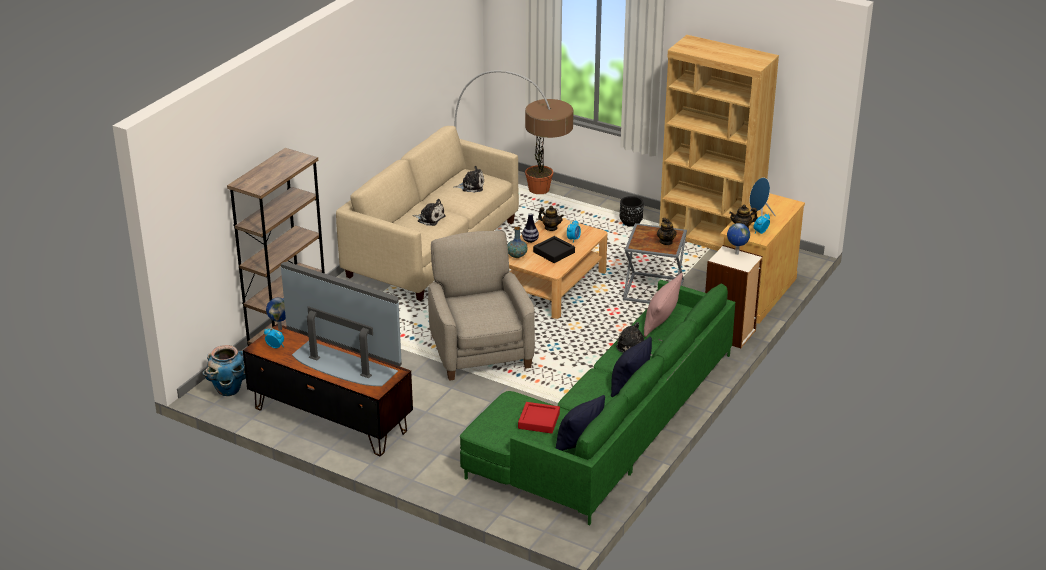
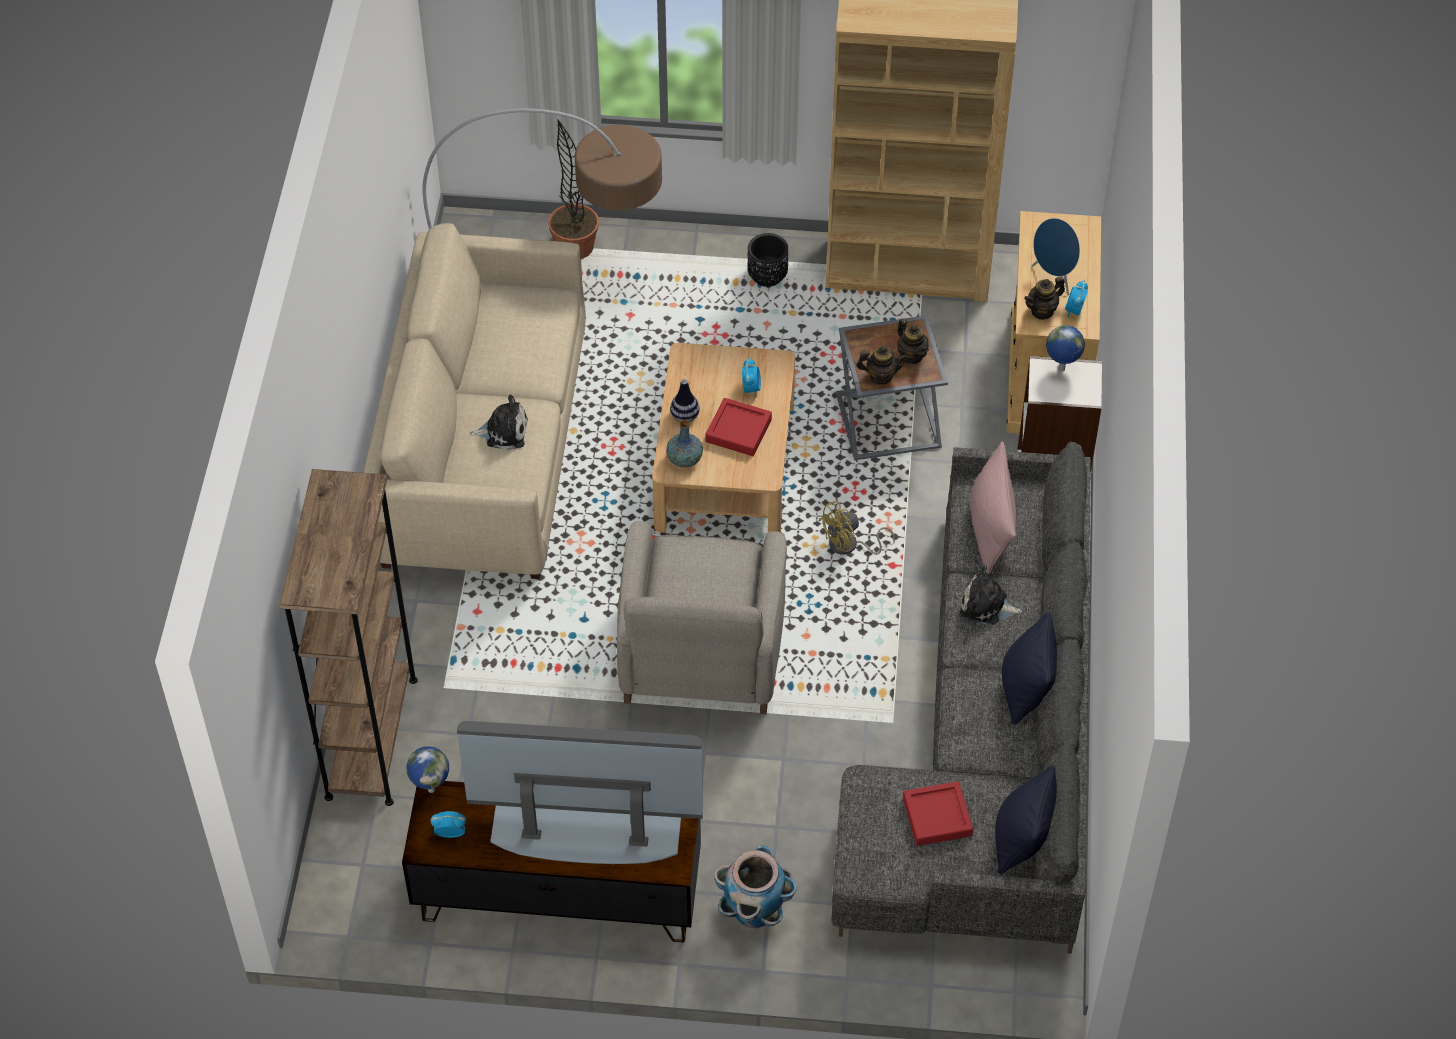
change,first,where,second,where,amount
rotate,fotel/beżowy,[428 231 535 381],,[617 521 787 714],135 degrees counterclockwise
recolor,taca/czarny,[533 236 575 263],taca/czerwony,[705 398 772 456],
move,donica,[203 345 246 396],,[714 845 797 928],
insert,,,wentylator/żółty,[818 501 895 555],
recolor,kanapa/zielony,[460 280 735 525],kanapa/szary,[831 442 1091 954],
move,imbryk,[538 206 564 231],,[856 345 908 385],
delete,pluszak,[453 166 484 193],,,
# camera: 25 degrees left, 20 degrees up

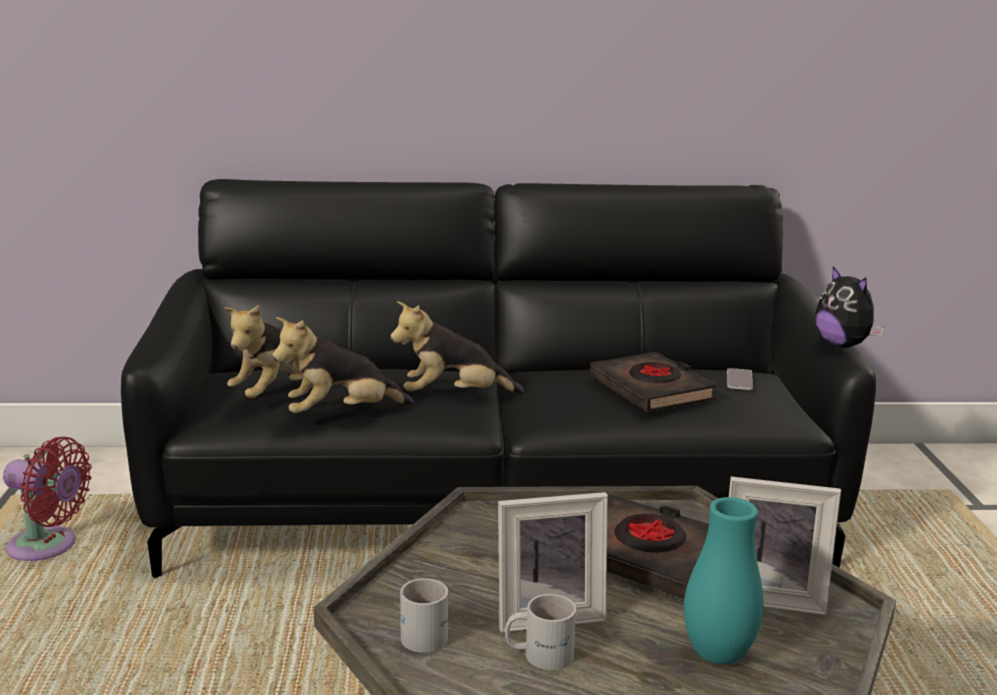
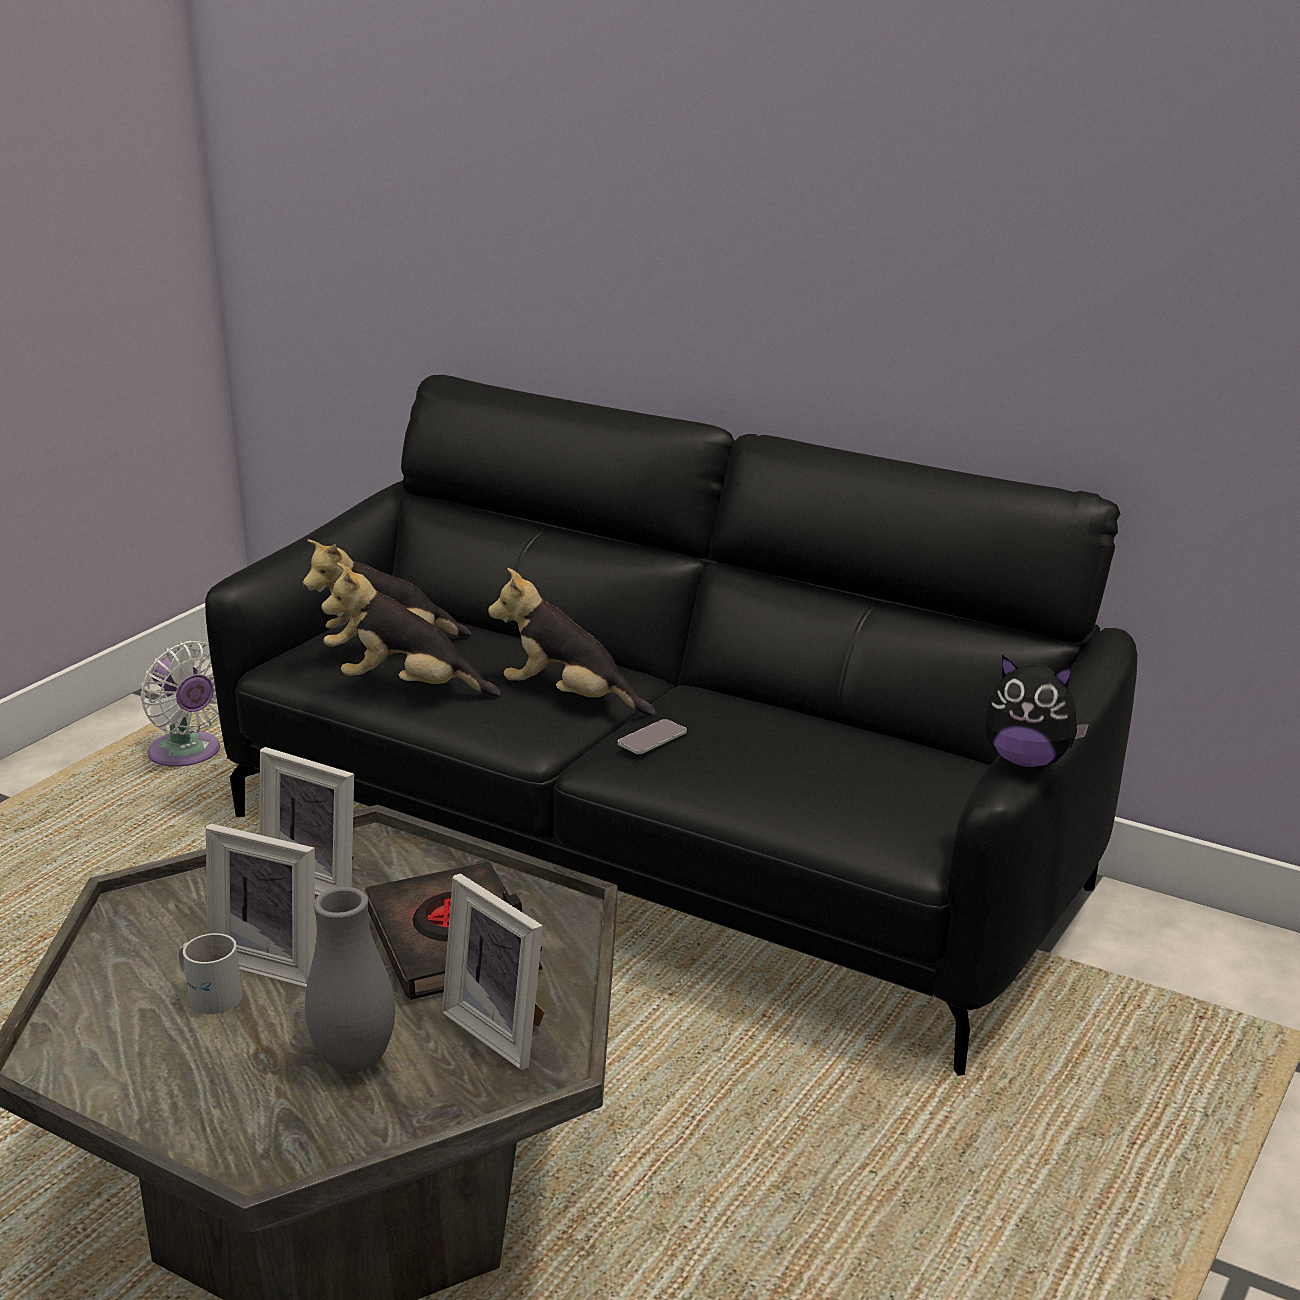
change,first,where,second,where,amount
recolor,wentylator/czerwony,[3 437 91 561],wentylator/biały,[141 641 220 767],
insert,,,ramka na zdjęcie,[259 747 354 895],
recolor,wazon/turkusowy,[684 497 764 665],wazon/szary,[305 887 395 1073],
move,telefon,[727 368 753 390],,[618 719 687 754],
rotate,pluszak,[815 266 884 348],,[985 655 1089 768],75 degrees counterclockwise
delete,kubek/biały,[400 578 448 653],,,
delete,książka/czarny,[590 352 717 412],,,
# camera: 35 degrees right, 5 degrees up

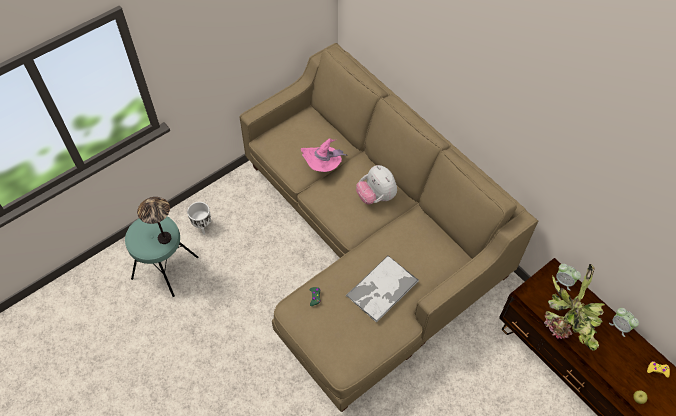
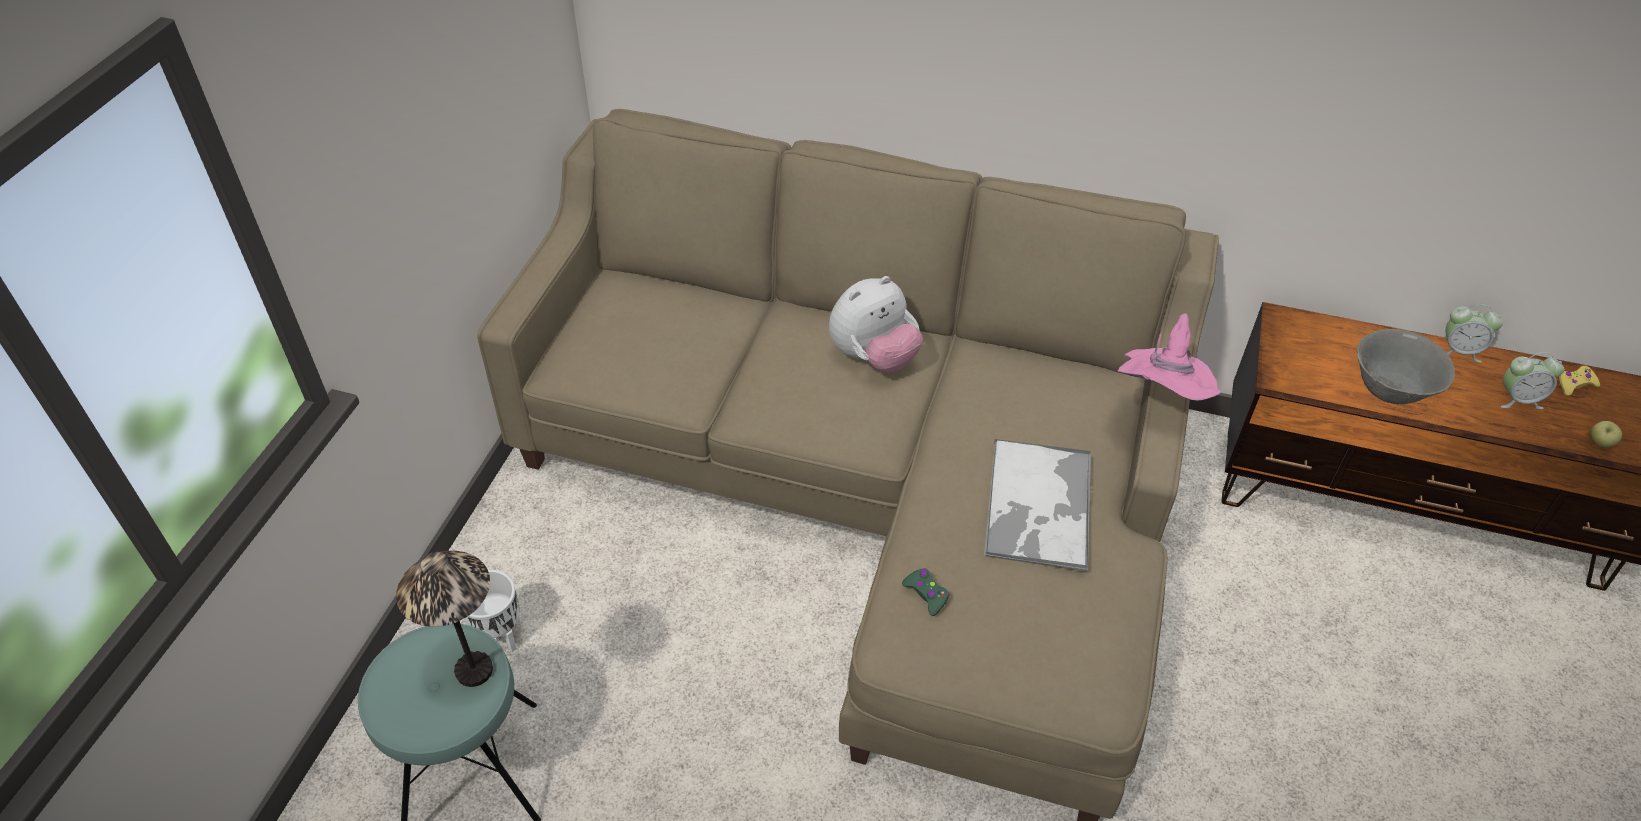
change,first,where,second,where,amount
rotate,pluszak,[356 165 397 204],,[829 276 923 373],60 degrees counterclockwise
move,kapelusz/różowy,[301 138 348 172],,[1117 313 1221 400],
replace,roślina doniczkowa,[544 264 605 351],miska/szary,[1357 329 1455 404],
move,budzik,[556 264 581 291],,[1501 352 1564 409],
# camera: 35 degrees left, 10 degrees down

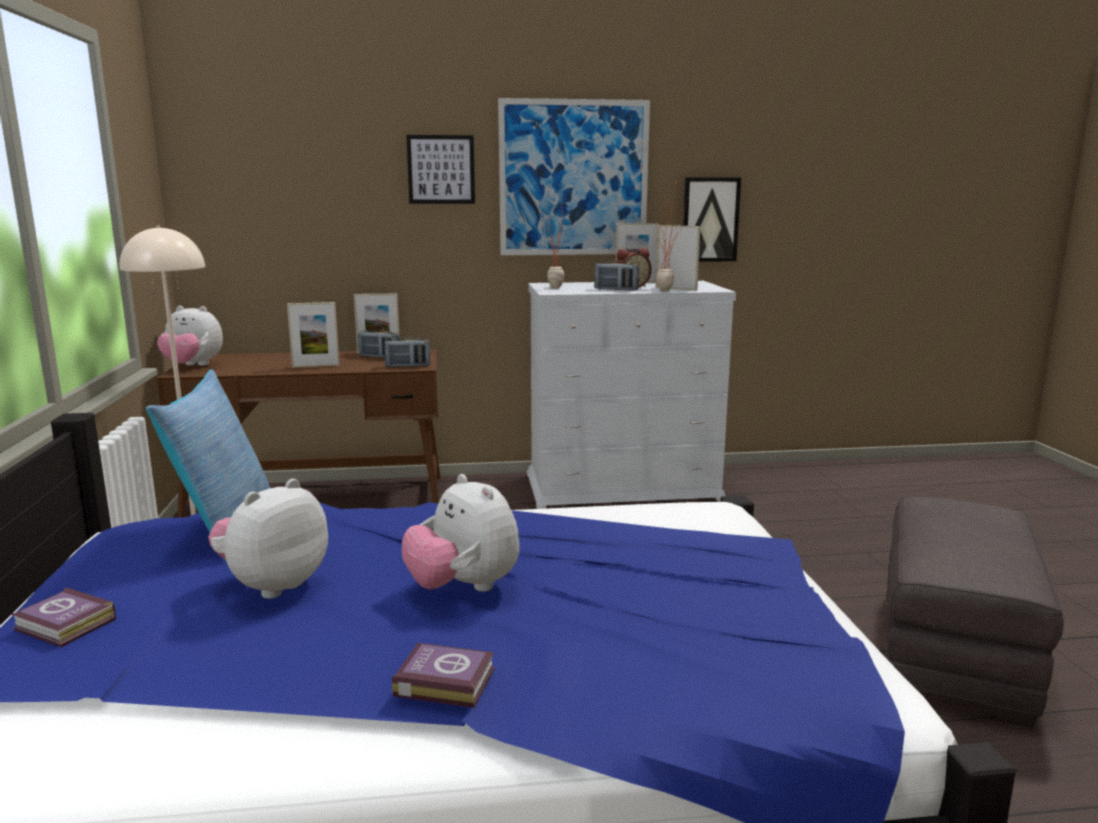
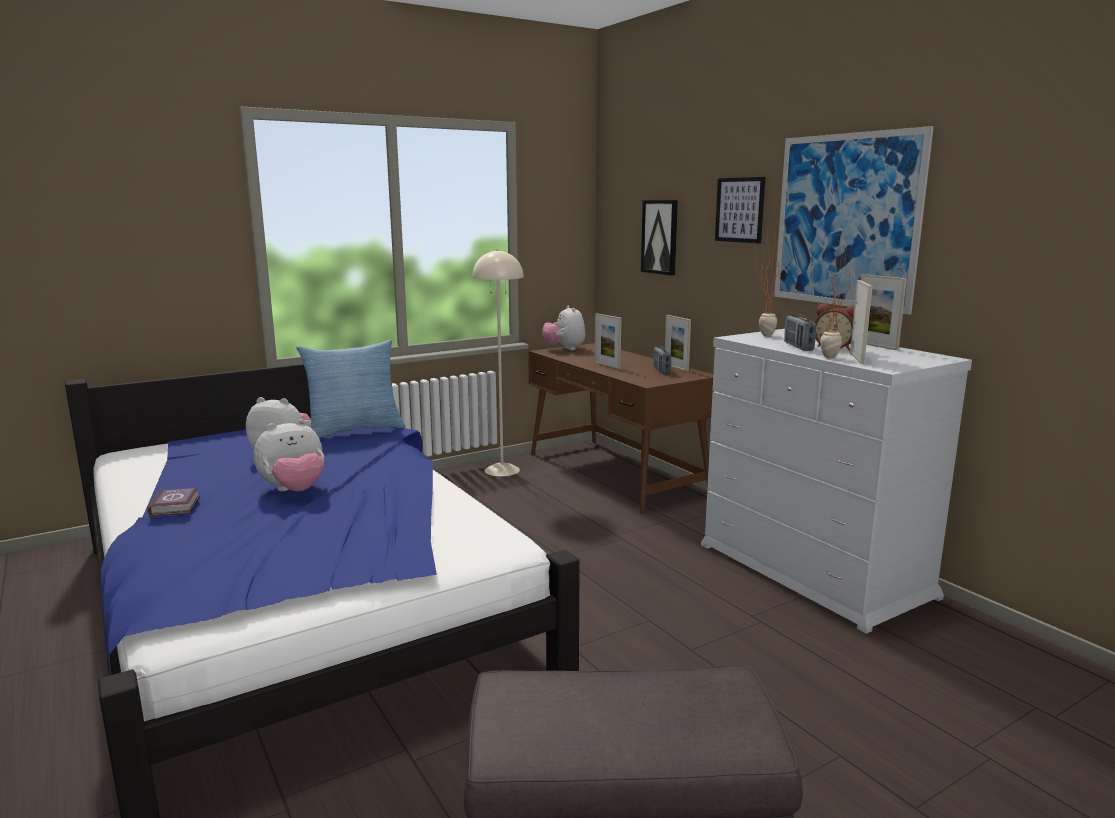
change,first,where,second,where,amount
rotate,pluszak,[402 474 519 592],,[254 419 324 491],150 degrees counterclockwise
move,obraz,[683 178 741 262],,[641 200 678 275],
delete,książka,[11 587 116 647],,,
delete,radio,[384 337 430 367],,,
# camera: 65 degrees right, 0 degrees up

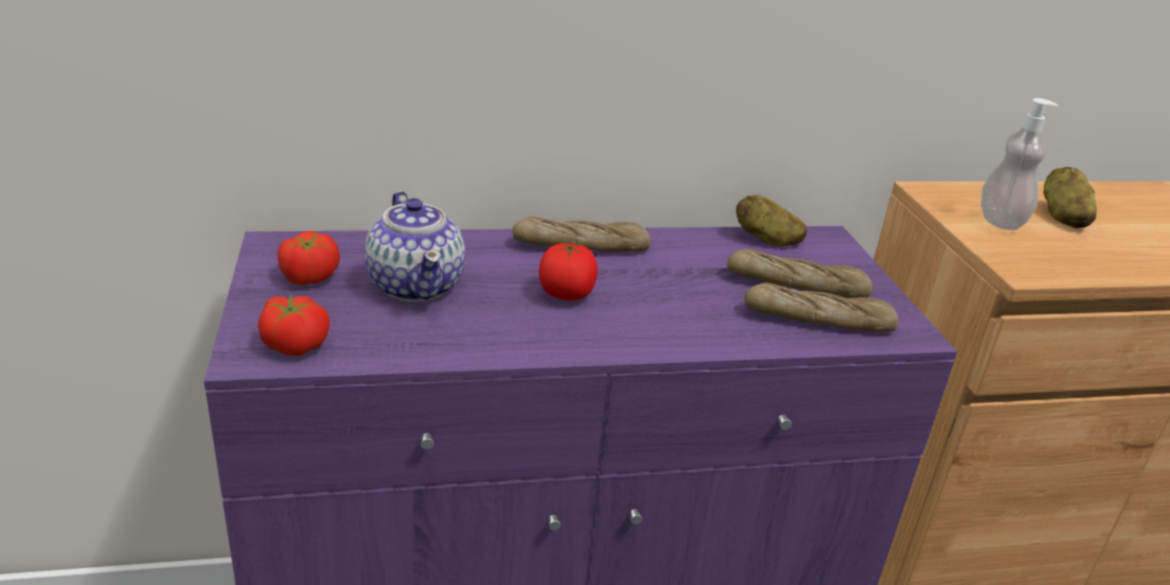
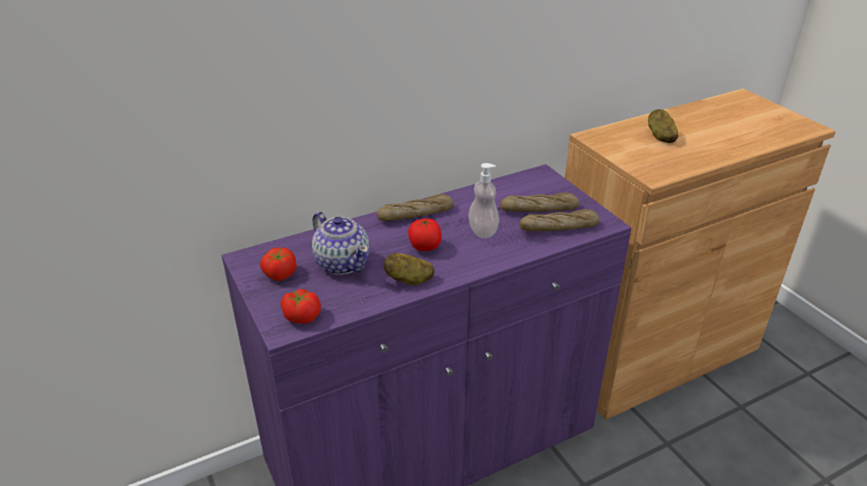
change,first,where,second,where,amount
move,ziemniak,[736 195 807 246],,[383 253 434 285],
move,dozownik mydła,[981 98 1058 230],,[468 163 499 238],
# camera: 15 degrees left, 5 degrees up

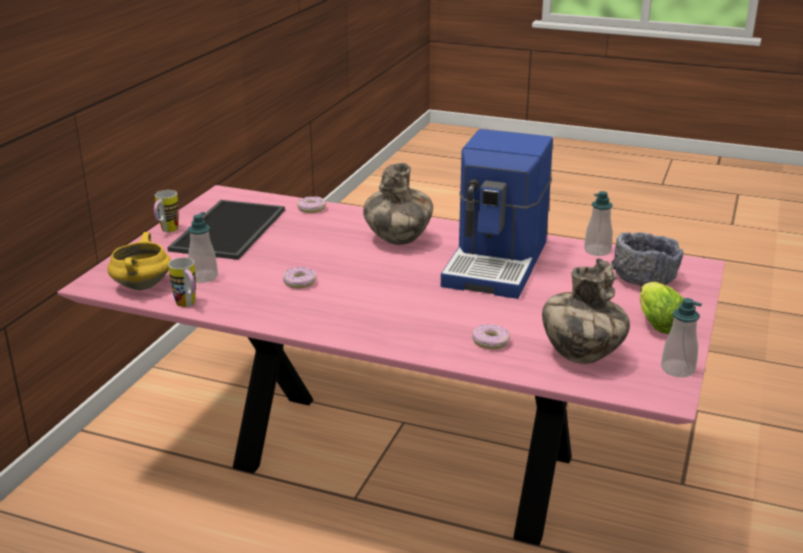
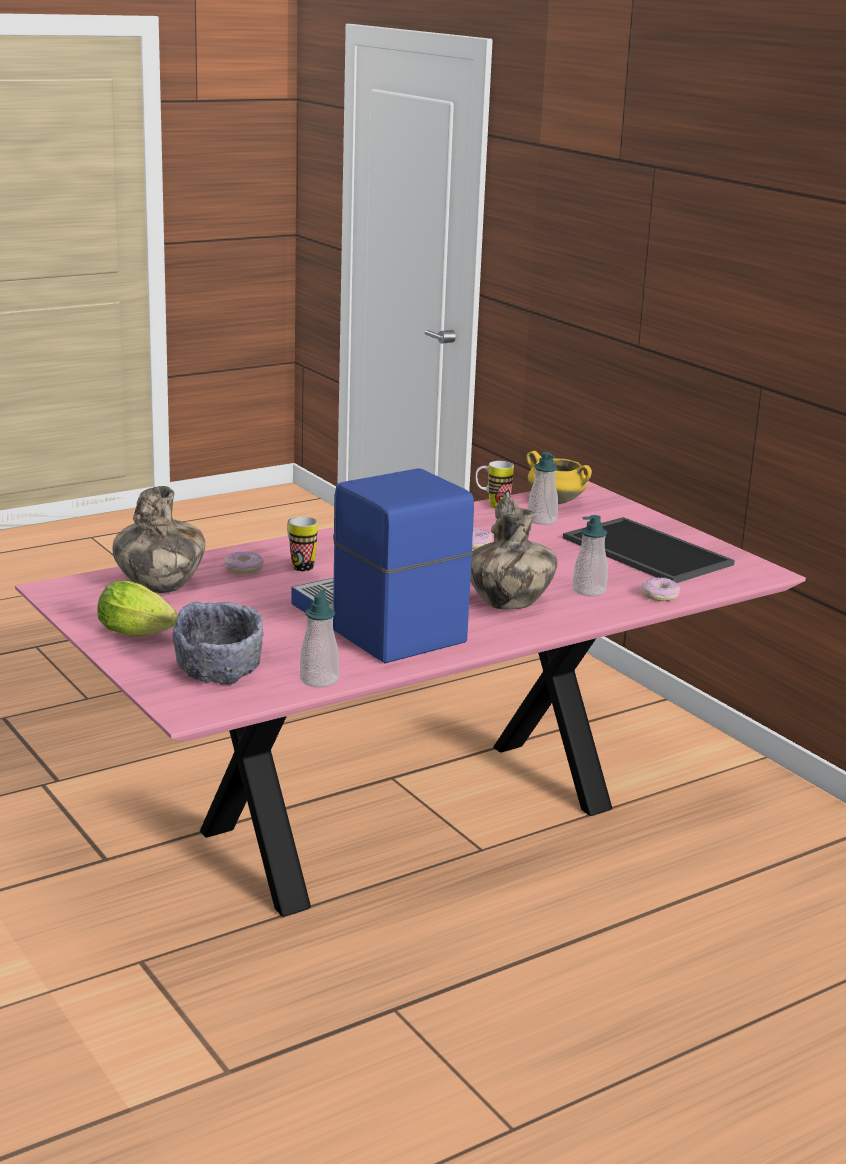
change,first,where,second,where,amount
move,kubek,[154 190 179 232],,[287 517 318 571],
move,dozownik mydła,[661 298 702 377],,[573 515 608 596],
# camera: 125 degrees right, 5 degrees down

